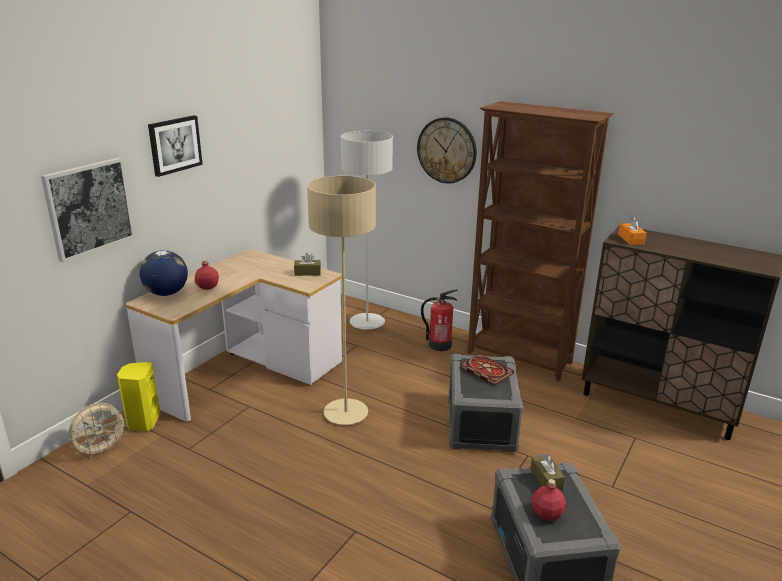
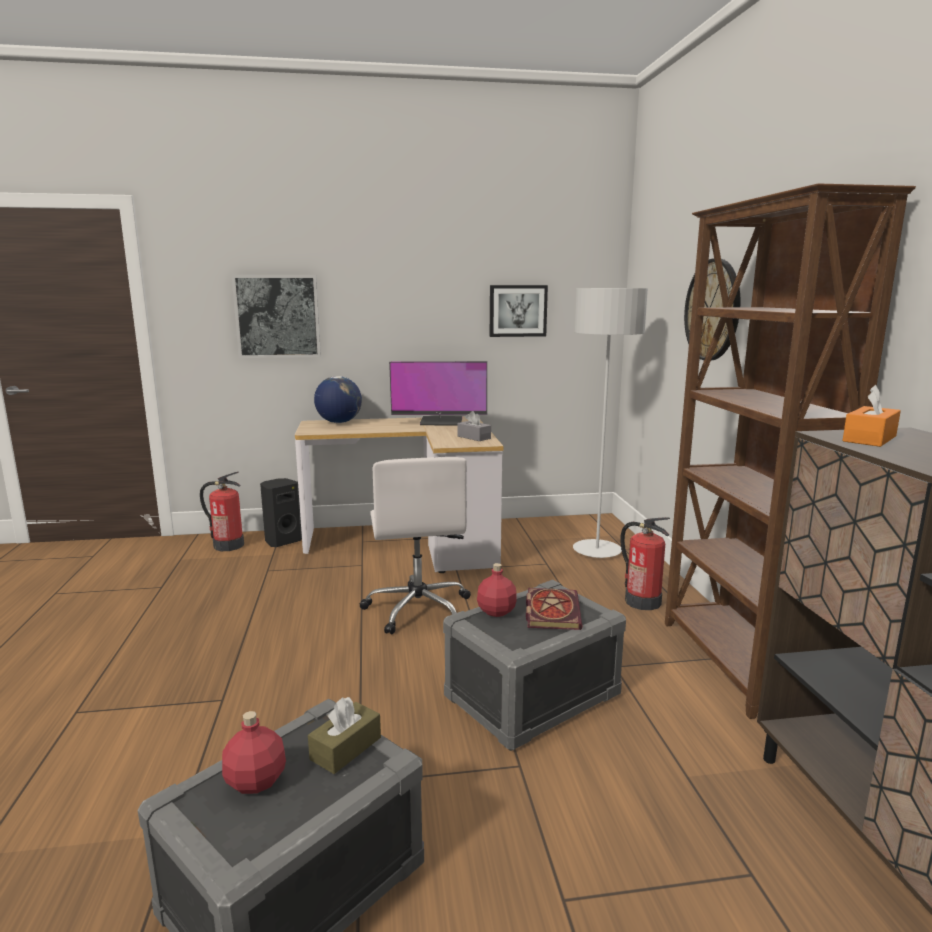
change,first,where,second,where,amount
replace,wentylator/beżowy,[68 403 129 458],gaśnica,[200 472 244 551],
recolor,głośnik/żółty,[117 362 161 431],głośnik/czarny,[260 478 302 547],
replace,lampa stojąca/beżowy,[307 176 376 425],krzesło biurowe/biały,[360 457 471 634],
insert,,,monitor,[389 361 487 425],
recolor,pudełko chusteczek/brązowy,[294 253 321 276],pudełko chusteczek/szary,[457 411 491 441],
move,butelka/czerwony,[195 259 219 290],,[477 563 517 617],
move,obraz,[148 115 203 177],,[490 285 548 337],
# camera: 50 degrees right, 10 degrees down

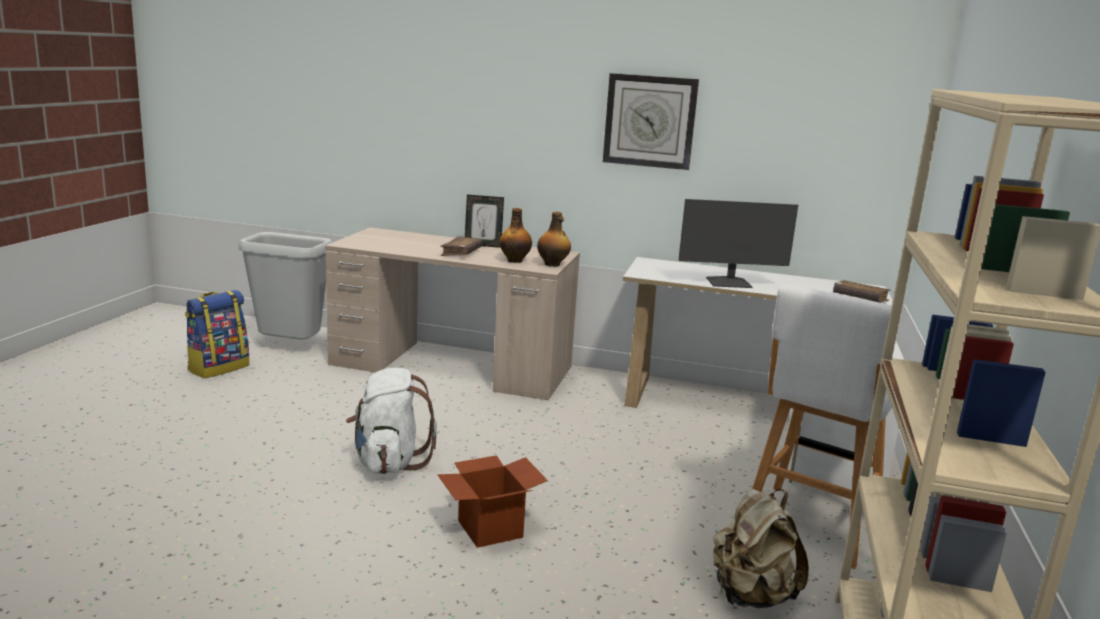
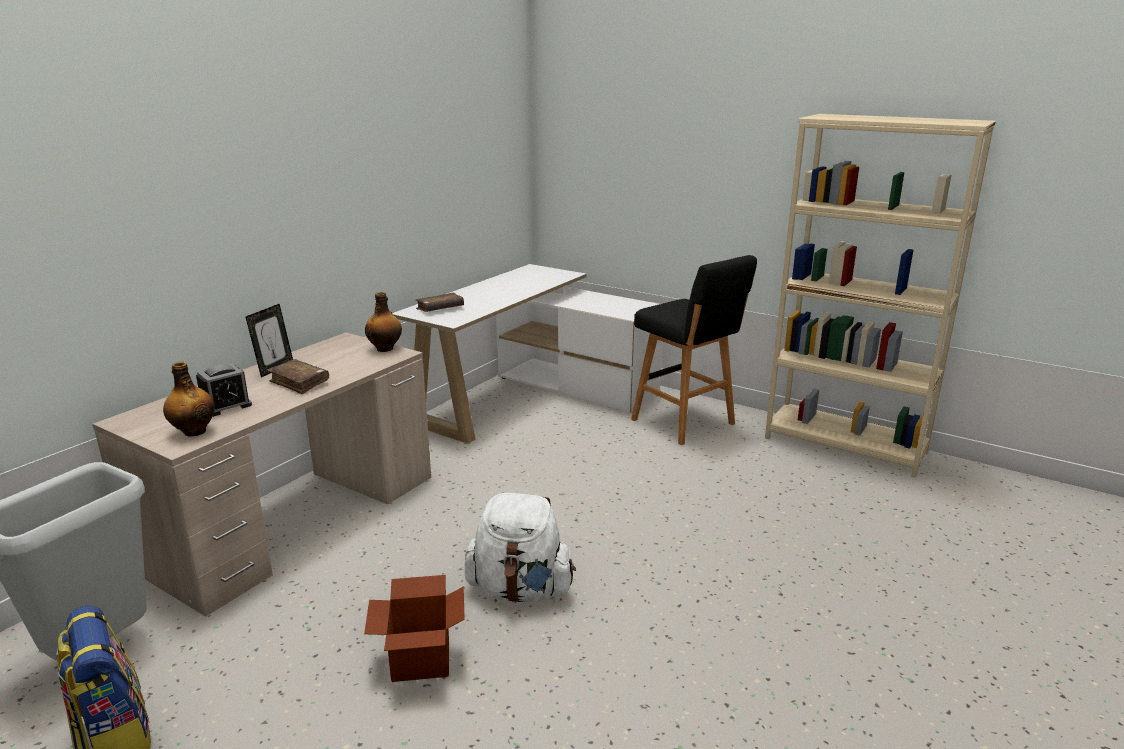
change,first,where,second,where,amount
move,butelka,[499 208 532 263],,[163 362 215 437],
insert,,,budzik,[196 363 252 417],
move,karton,[437 455 548 548],,[364 575 465 682],
move,książka/brązowy,[833 280 891 303],,[415 293 464 312],
recolor,stołek/biały,[752 284 892 569],stołek/czarny,[631 255 757 445],
delete,zegar ścienny,[603 73 699 170],,,
delete,monitor,[678 199 798 288],,,
delete,plecak/beżowy,[713 489 809 608],,,
# camera: 70 degrees left, 5 degrees up

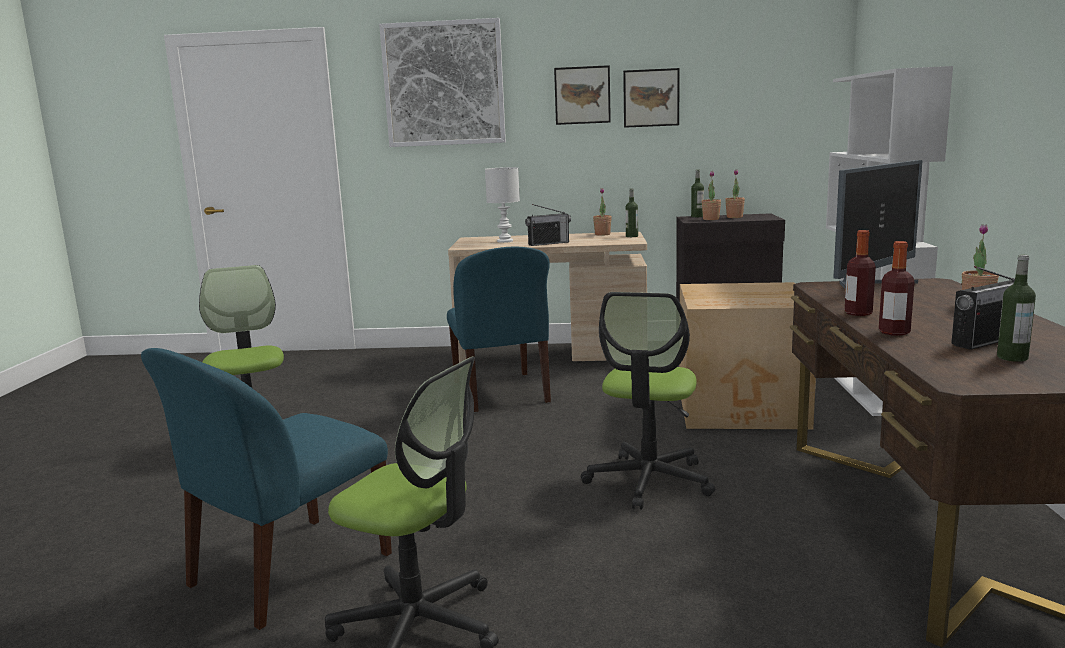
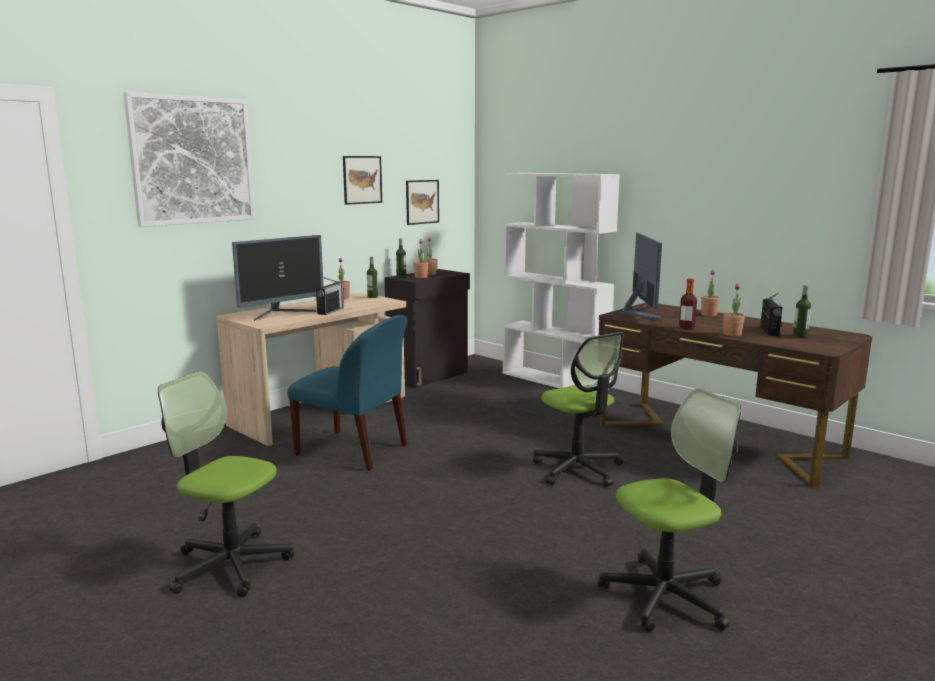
change,first,where,second,where,amount
replace,lampa stołowa/biały,[485 167 520 243],monitor,[232 235 324 321],
move,obraz,[554 65 611 125],,[406 180 439 225],
replace,butelka,[879 241 915 336],roślina doniczkowa,[723 284 745 336],
delete,krzesło/niebieski,[141 348 392 630],,,
delete,karton,[679 282 816 429],,,
# camera: 50 degrees left, 0 degrees up

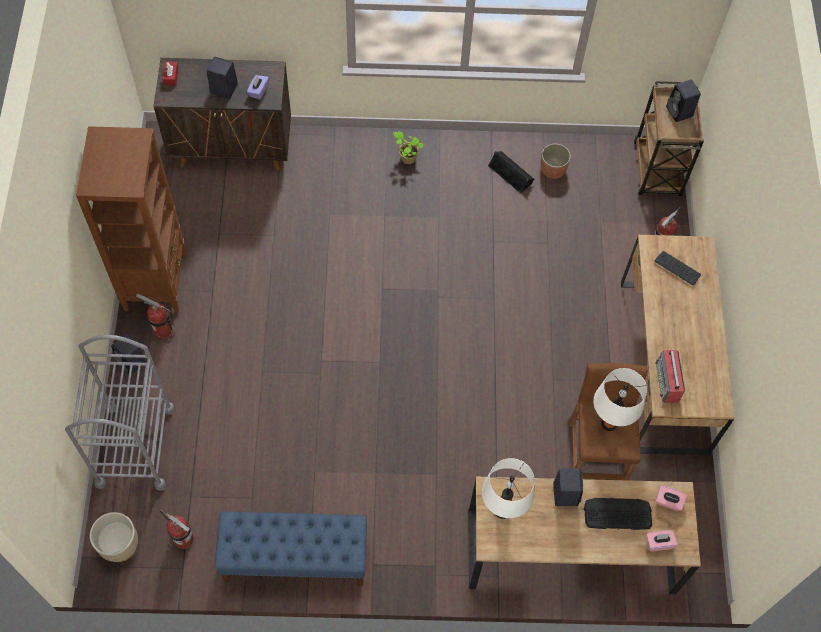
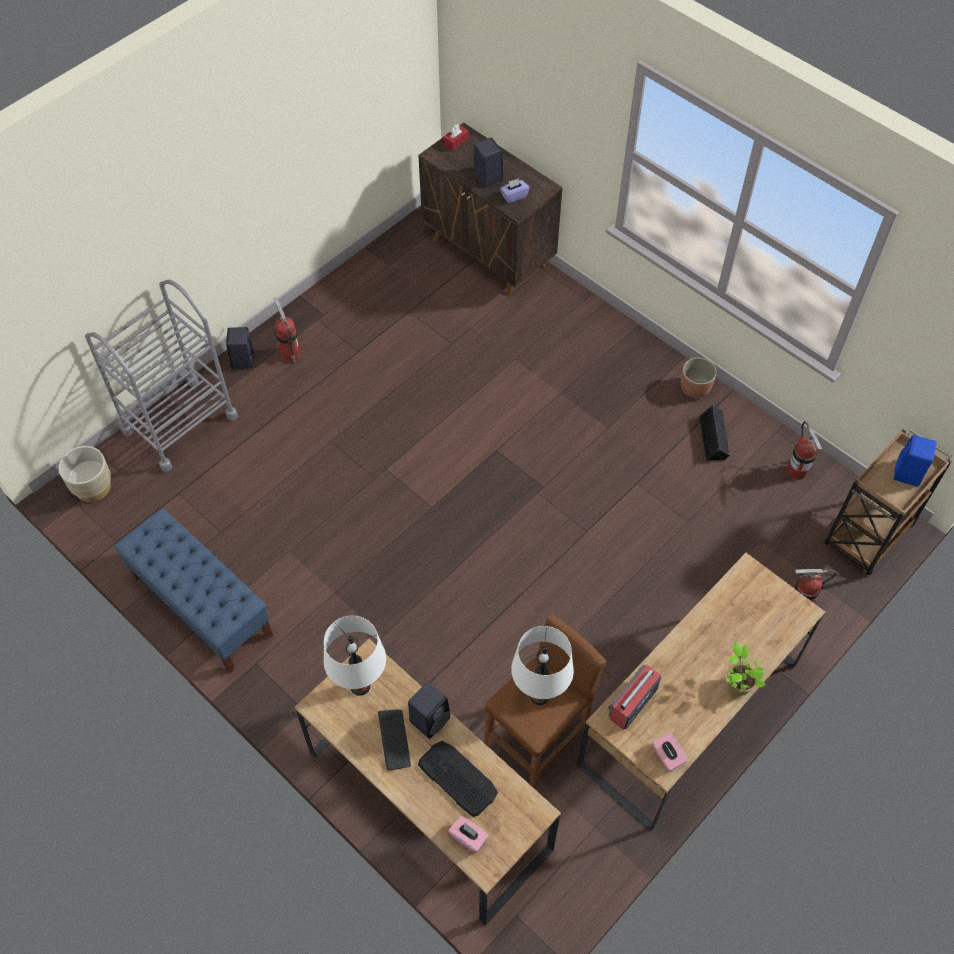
change,first,where,second,where,amount
move,klawiatura,[654 251 701 286],,[378 710 411 770],
move,pudełko chusteczek/różowy,[656 486 687 511],,[652 732 688 771],
move,donica,[540 144 571 179],,[681 358 717 398],
move,roślina doniczkowa,[393 131 424 164],,[726 642 765 696],
move,gaśnica,[160 509 194 549],,[787 421 822 480],
recolor,głośnik/czarny,[666 79 701 122],głośnik/niebieski,[894 435 937 487],
delete,regał/brązowy,[76 126 186 313],,,
# camera: 45 degrees right, 5 degrees down

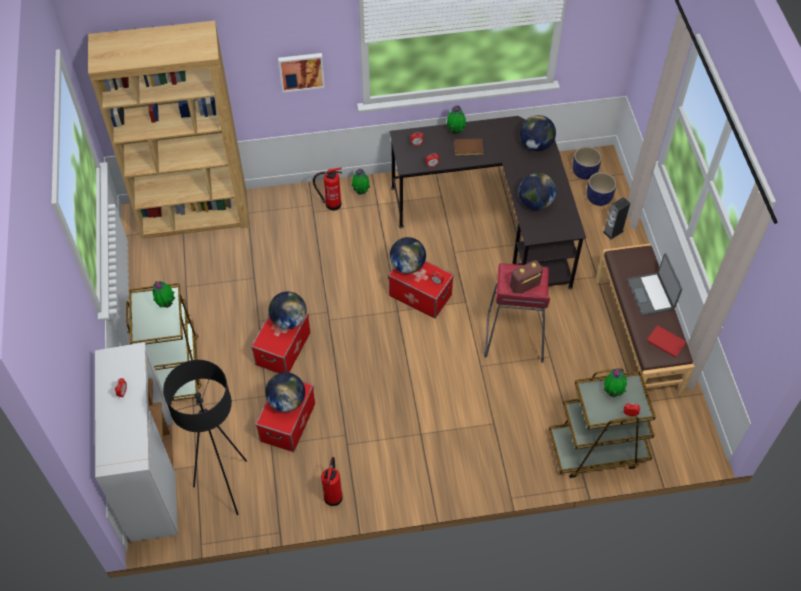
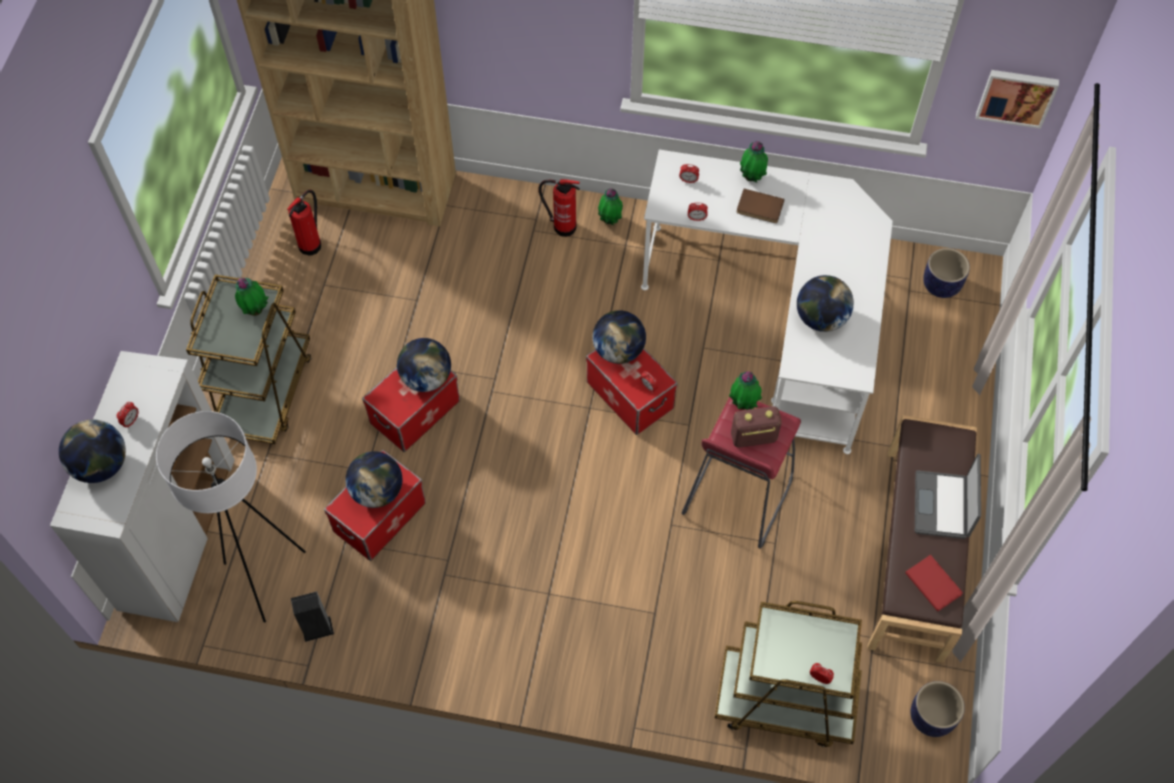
change,first,where,second,where,amount
move,globus,[520 115 556 151],,[59 419 126 483],
recolor,lampa stojąca/czarny,[163 360 247 515],lampa stojąca/biały,[156 411 306 623],
move,gaśnica,[321 457 343 506],,[287 190 321 256],
move,głośnik,[603 197 630 240],,[291 591 334 642],
recolor,biurko/czarny,[390 116 586 290],biurko/biały,[641 150 893 454],
move,roślina doniczkowa,[604 368 627 397],,[729 371 762 410],
move,donica,[587 172 617 206],,[910 681 965 737],
move,obraz,[278 53 325 93],,[976 70 1059 129],
# camera: 20 degrees right, 5 degrees up

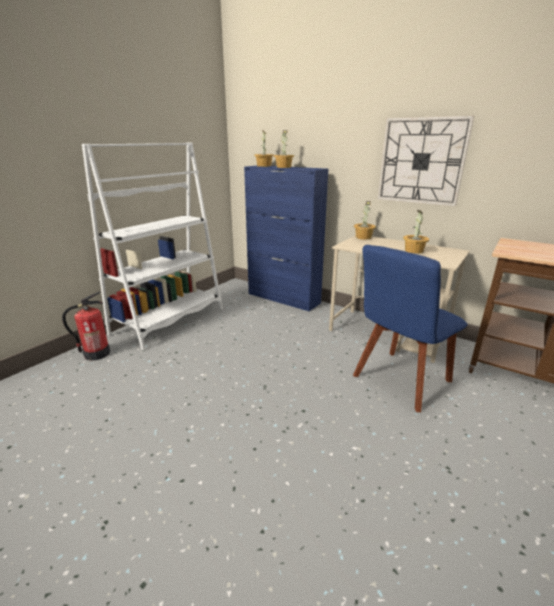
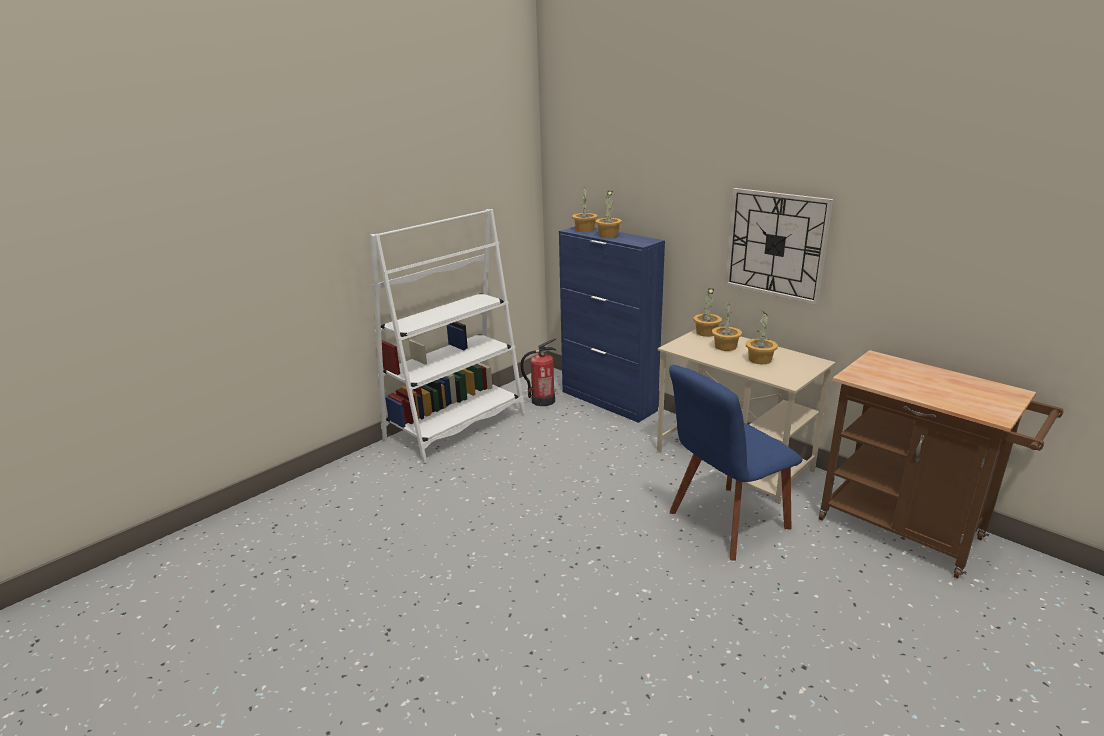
change,first,where,second,where,amount
move,gaśnica,[62 292 110 361],,[520 338 557 406],
insert,,,roślina doniczkowa,[712 301 742 351],
# camera: 10 degrees right, 0 degrees up

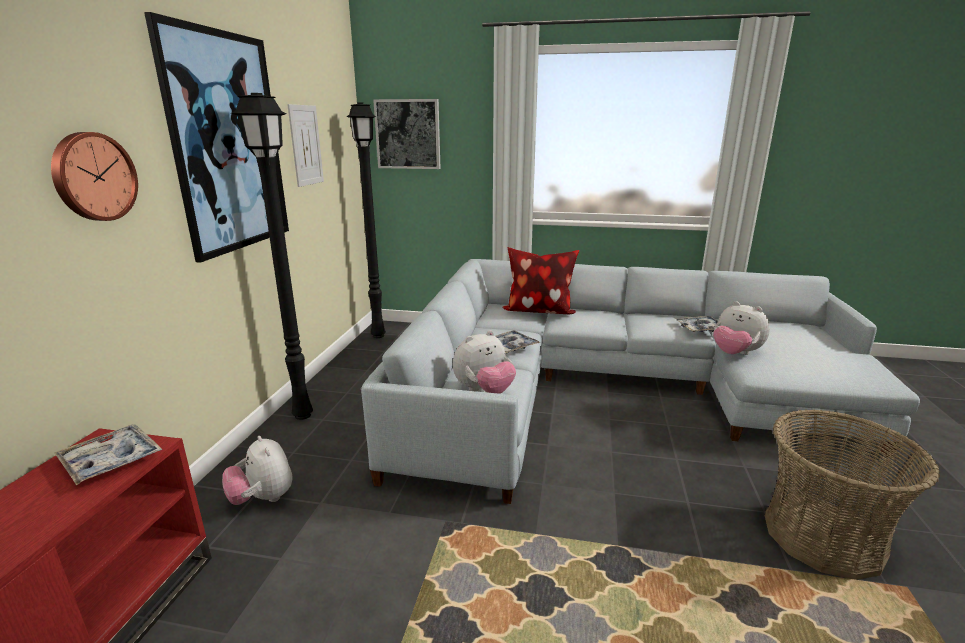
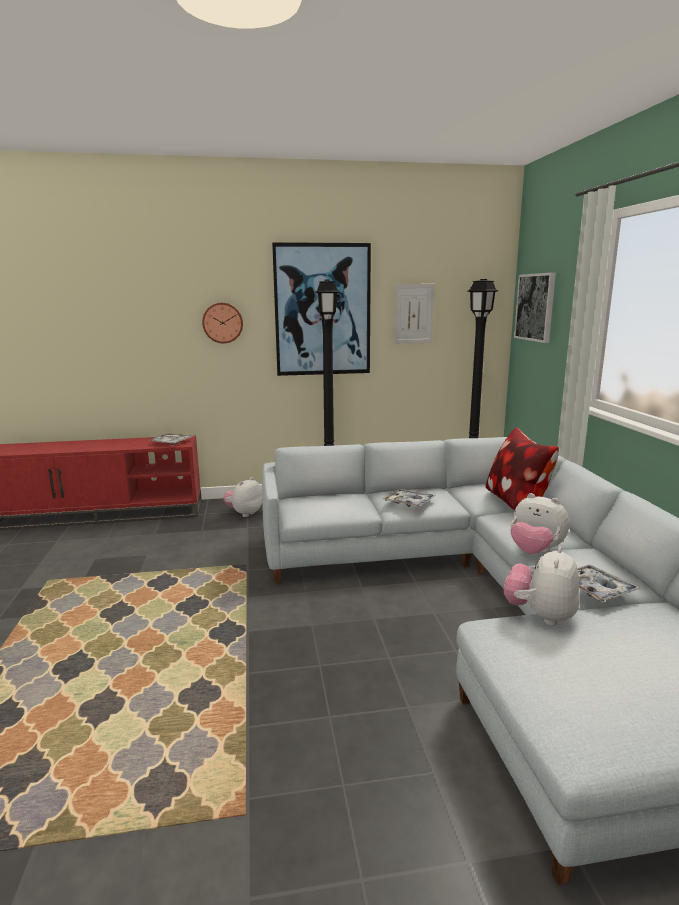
change,first,where,second,where,amount
move,pluszak,[453 330 516 394],,[511 493 569 554],
delete,koszyk,[765 409 940 580],,,
# camera: 70 degrees right, 5 degrees down

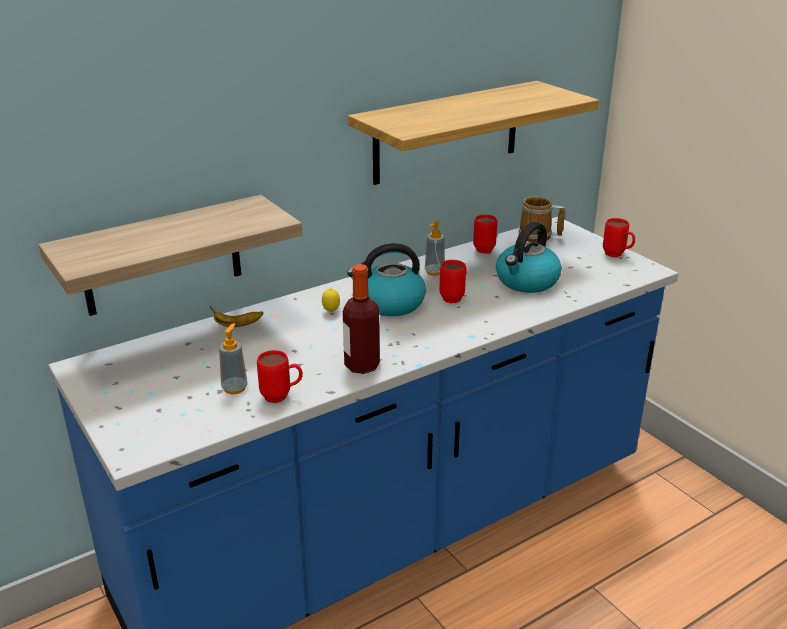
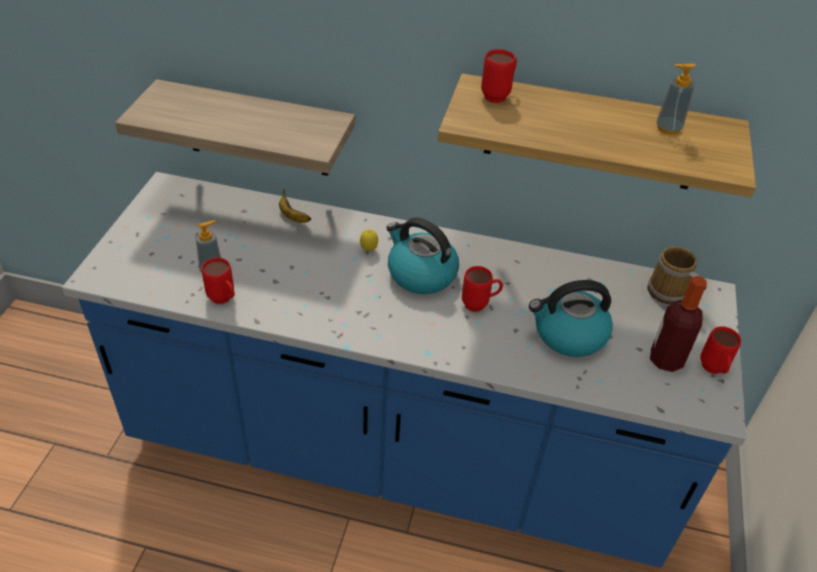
change,first,where,second,where,amount
move,kubek/czerwony,[473 214 497 253],,[481 49 517 103],
move,butelka,[343 264 380 374],,[650 276 707 372],
move,dozownik mydła,[425 221 445 276],,[656 63 695 135],
# camera: 45 degrees right, 15 degrees up

